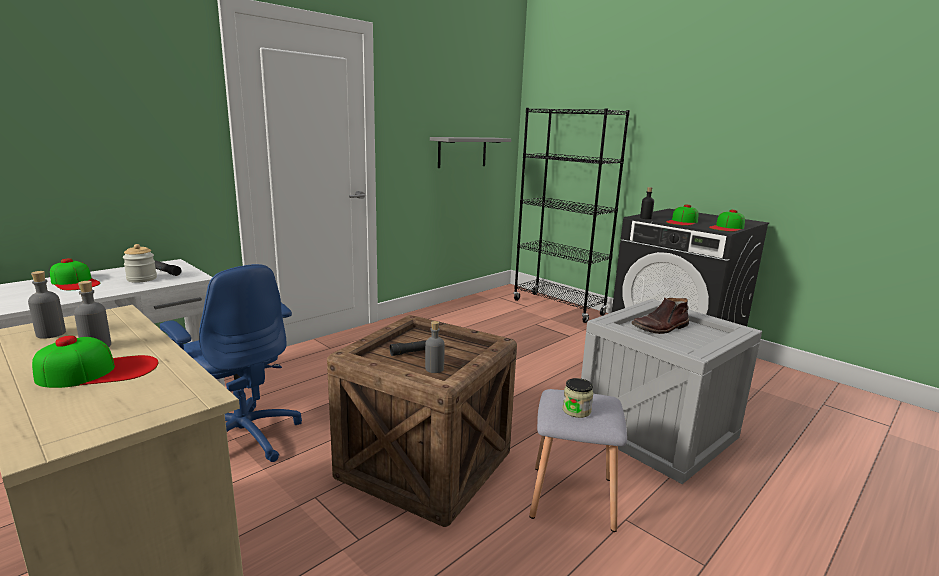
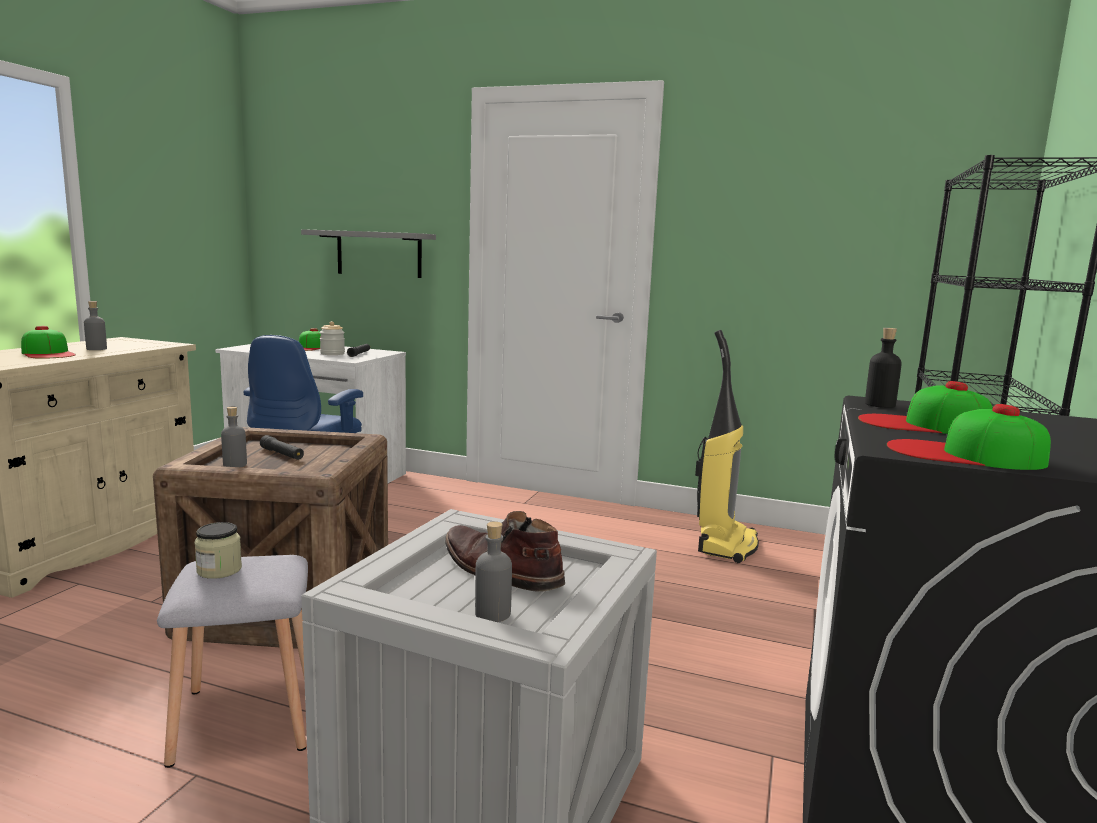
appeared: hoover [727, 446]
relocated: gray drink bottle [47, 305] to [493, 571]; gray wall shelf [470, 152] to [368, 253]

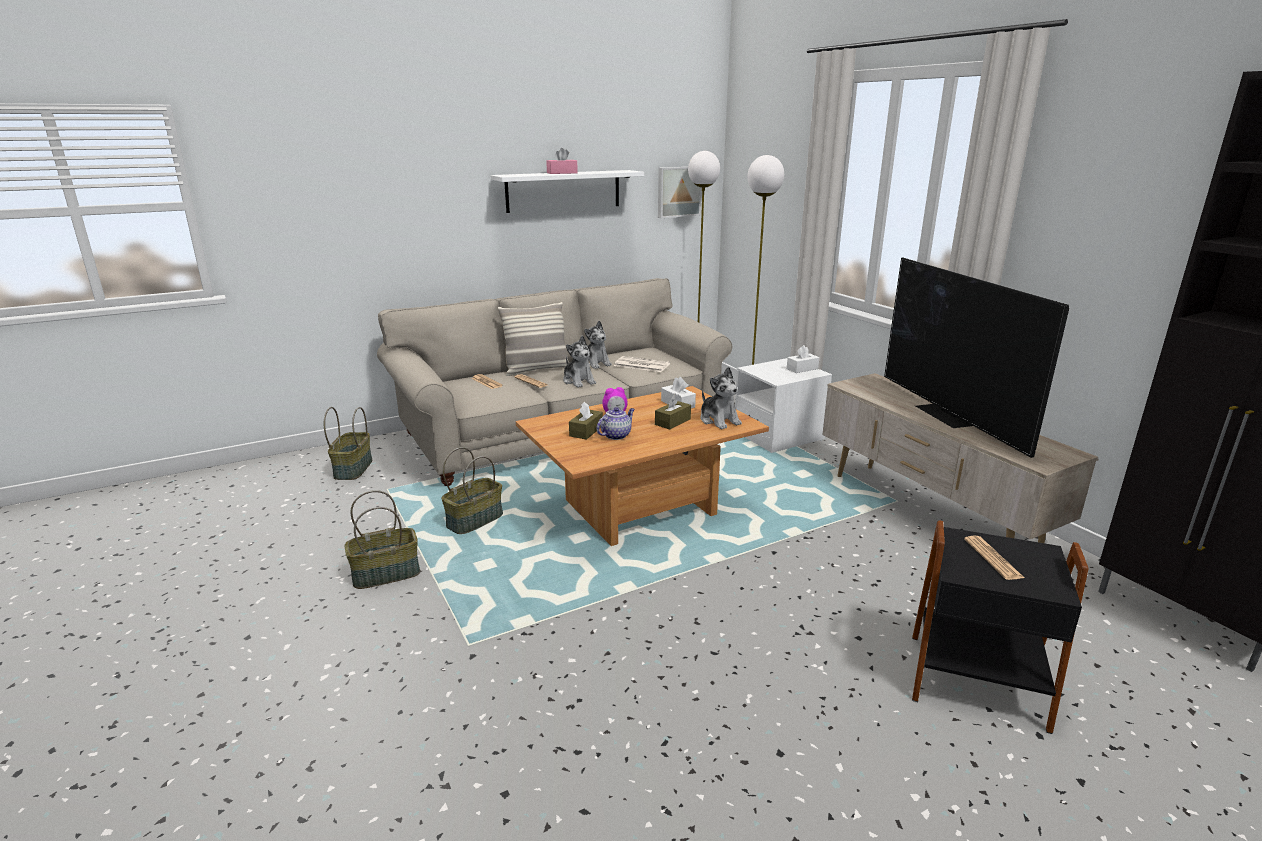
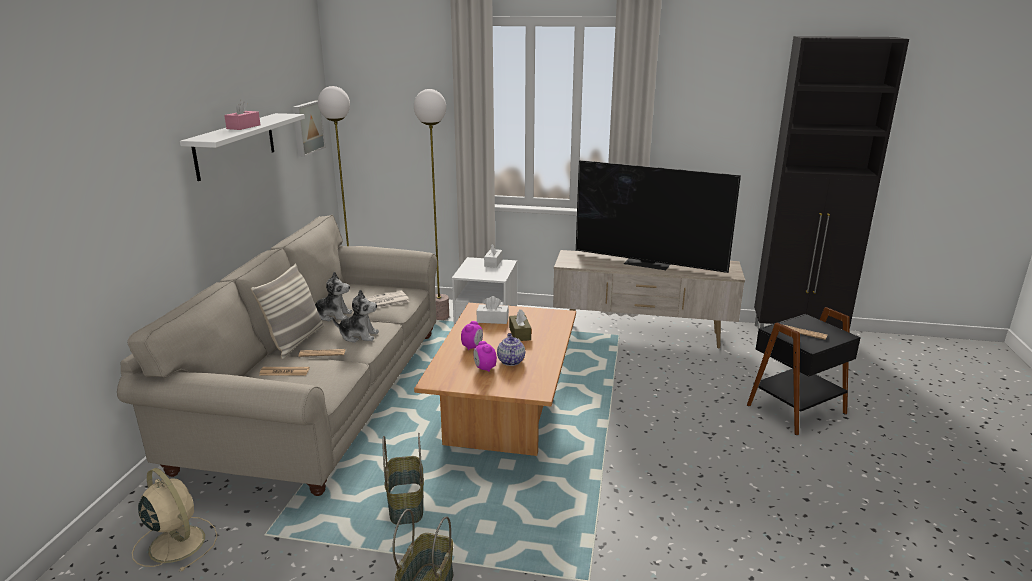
missing: plush toy [721, 398]
exchanged: storage basket [348, 443] to beige cooling fan [175, 519]; brown tissue box [586, 421] to bedside clock [485, 356]

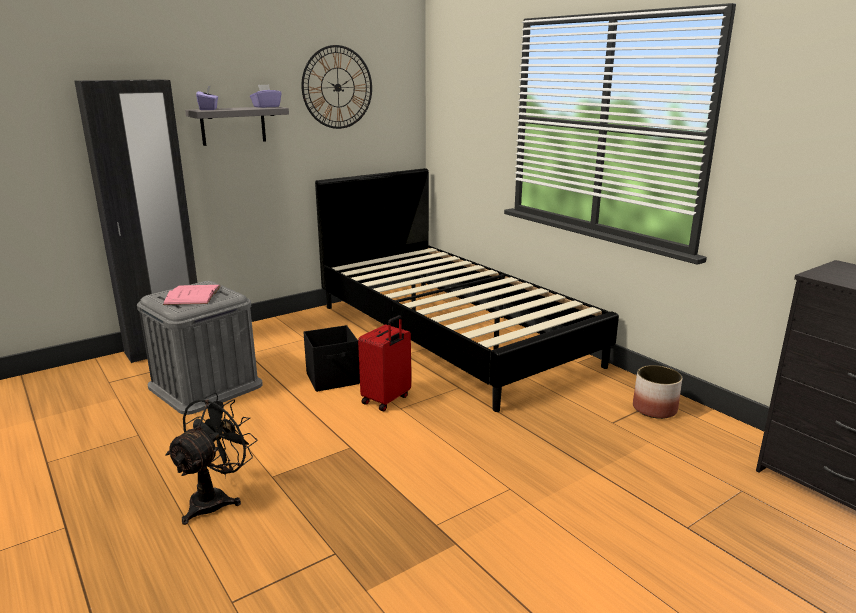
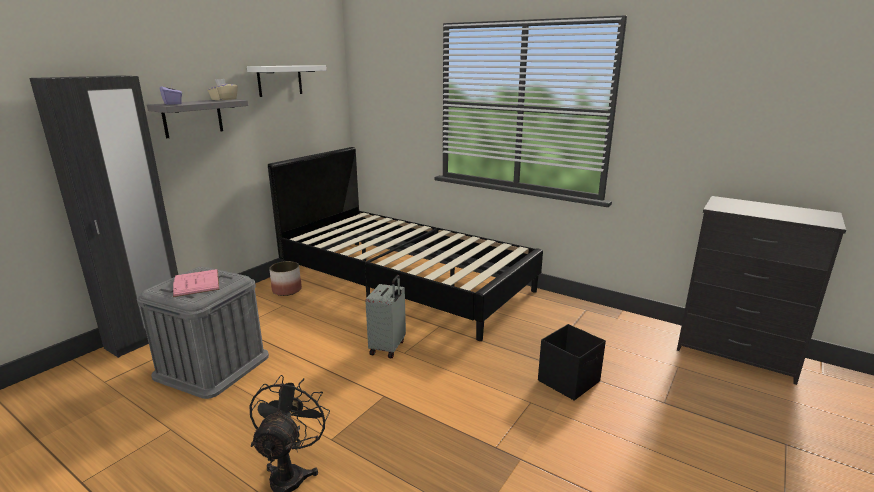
relocated: black-coloured storage bin [332, 358] to [572, 362]; plant pot [657, 392] to [285, 278]
exchanged: clock on the wall [336, 87] to white-coloured wall shelf [286, 81]
colour: purple tissue box [266, 96] to beige tissue box [222, 89]; red piece of luggage [384, 363] to gray piece of luggage [385, 316]

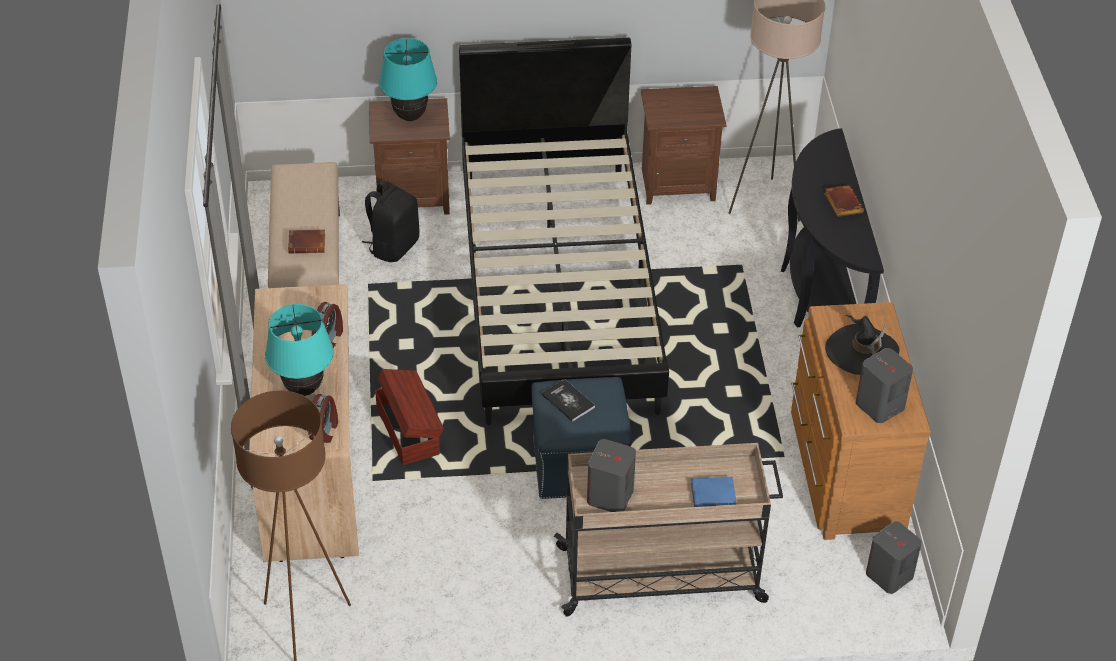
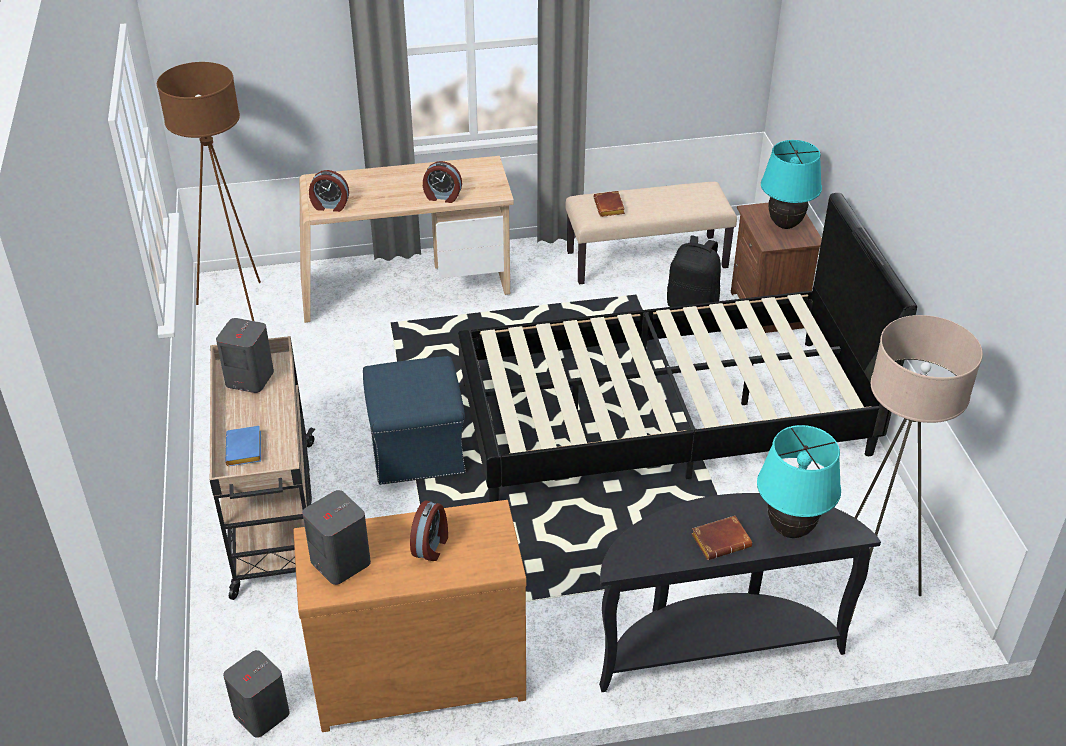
missing: brown storage bin [409, 417]; bound book [568, 400]; brown night table [684, 145]
relocated: turquoise lamp for a table [299, 350] to [799, 481]
exchanged: black-coloured hat [862, 345] to bedside clock [429, 530]

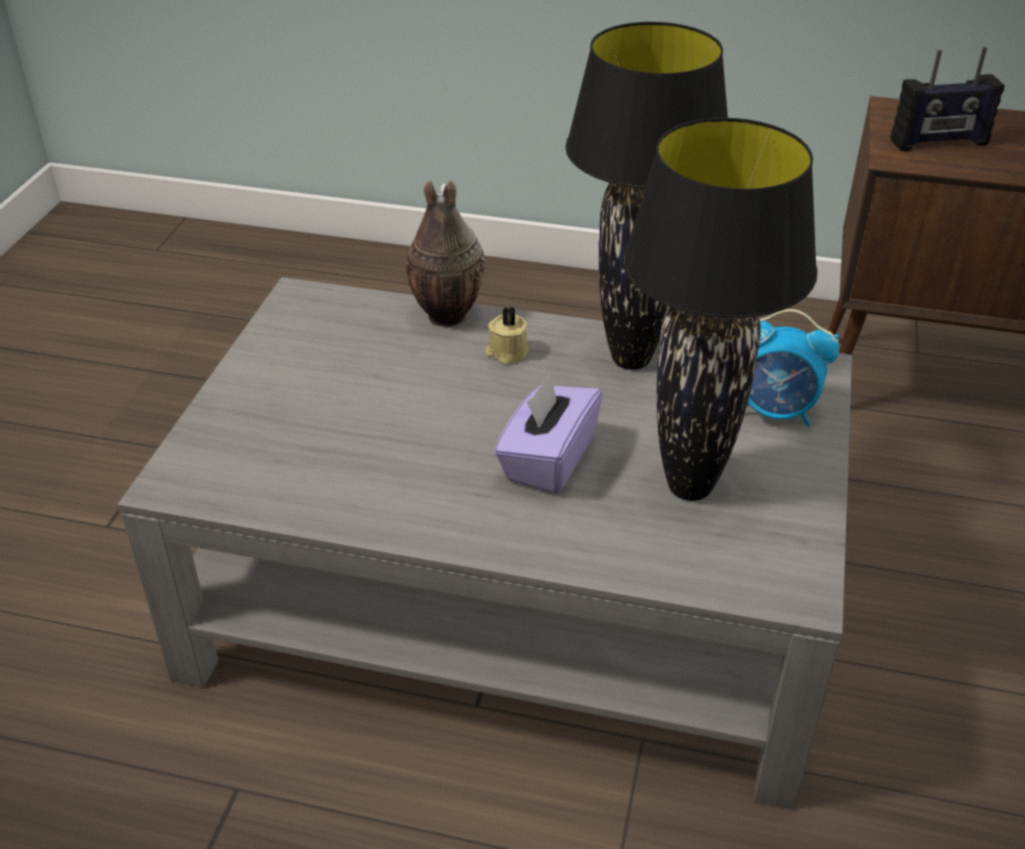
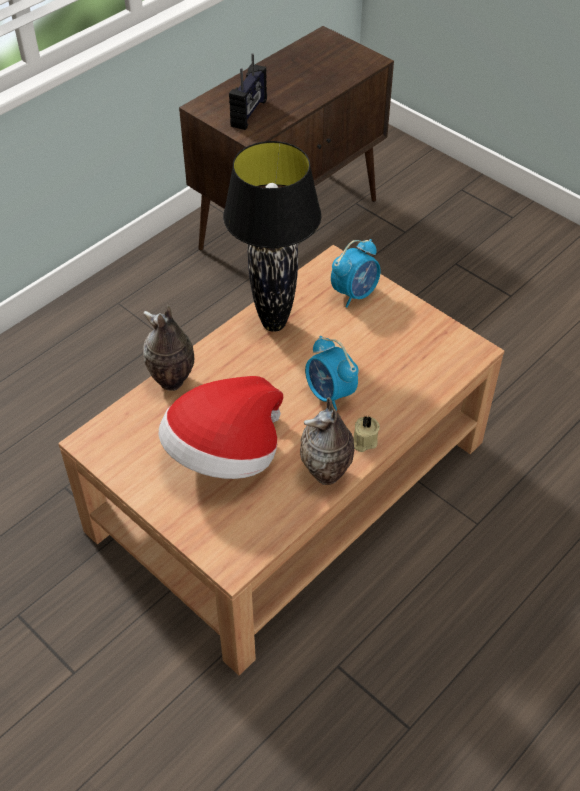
missing: black-coloured lamp for a table [720, 309]
appeared: hat [221, 427]; vase [327, 441]
relocated: beige wax candle [507, 335] to [366, 434]
exchanged: purple tissue box [548, 434] to bedside clock [332, 373]
colour: gray lounge table [485, 543] to brown lounge table [281, 460]

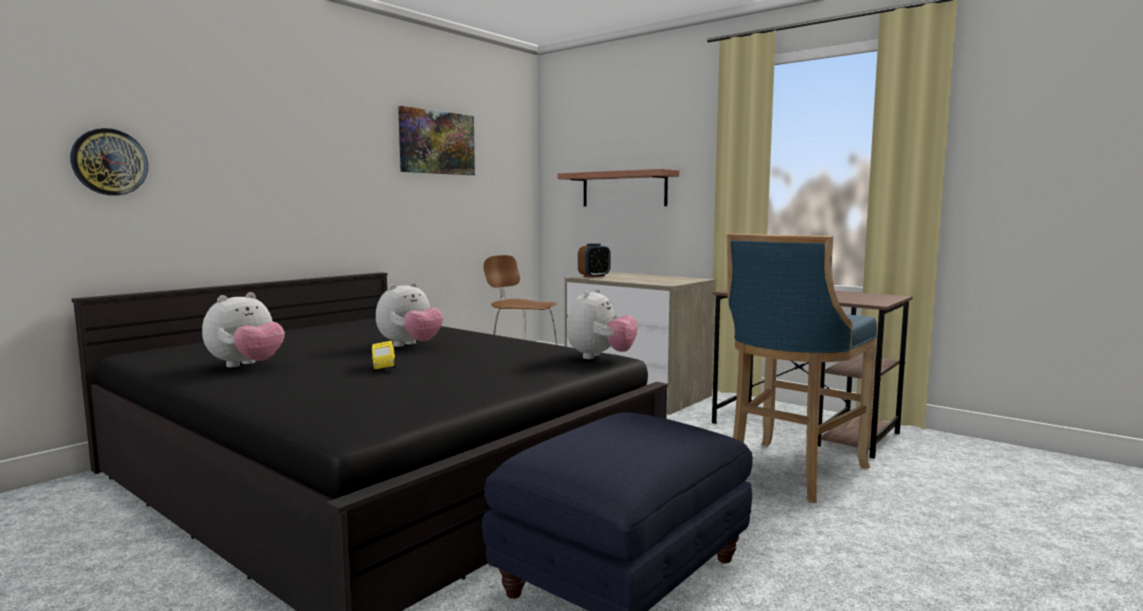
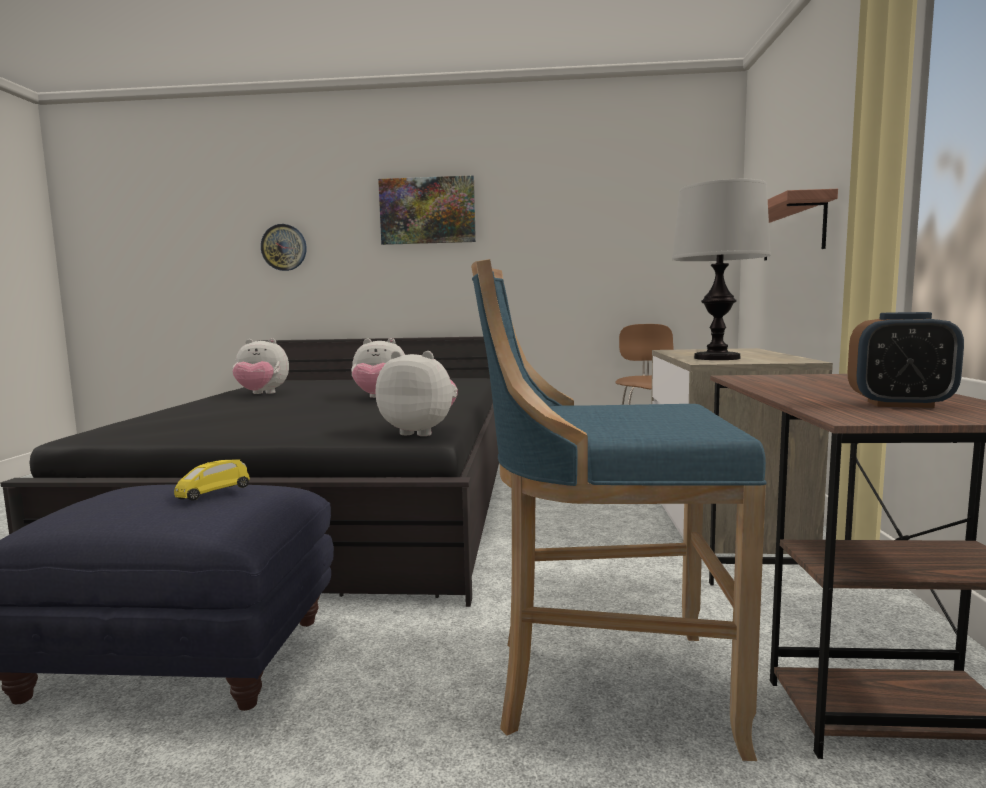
appeared: lamp for a table [721, 269]
relocated: yellow model car [384, 356] to [212, 480]; wall art [436, 140] to [427, 210]; bedside clock [594, 260] to [906, 360]
spun: plush toy [602, 323] = [417, 393] 150 degrees counterclockwise

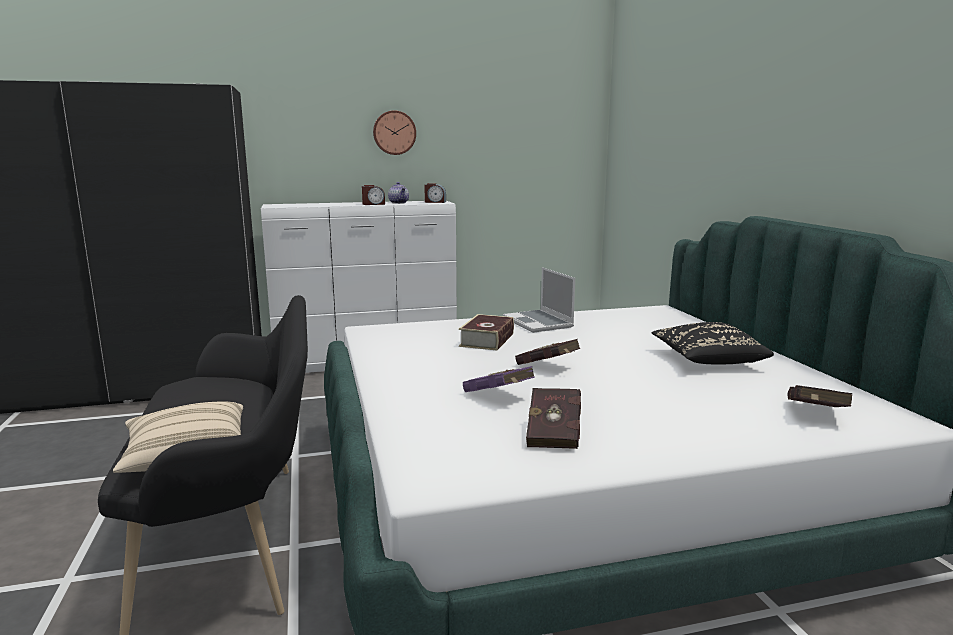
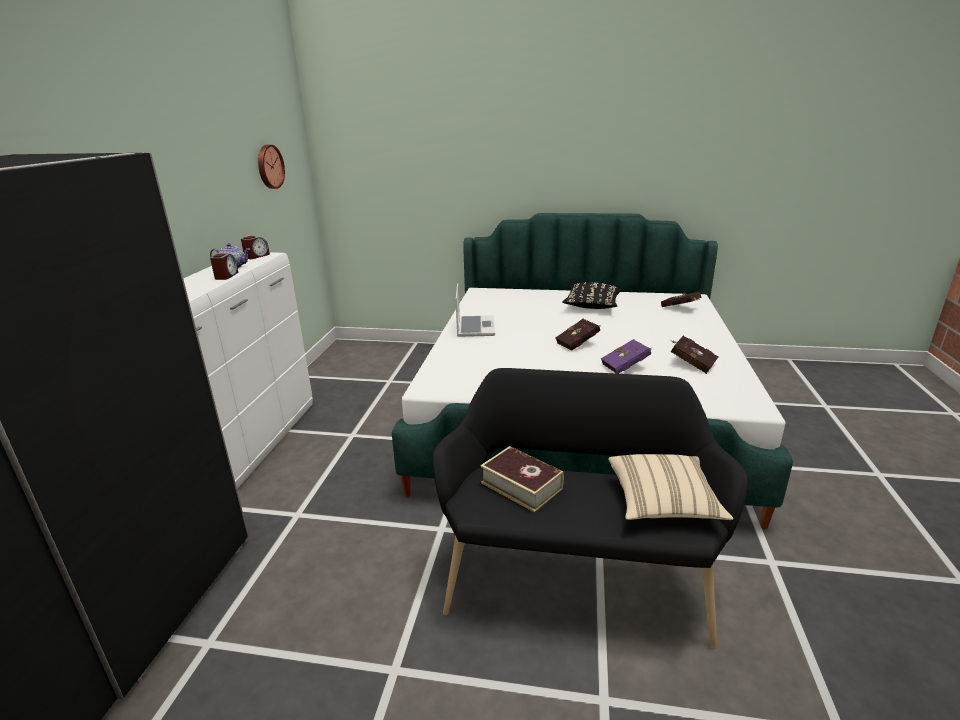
relocated: clock on the wall [394, 132] to [271, 167]; bound book [486, 332] to [522, 479]
spun: notebook computer [539, 300] = [475, 310] 90 degrees counterclockwise

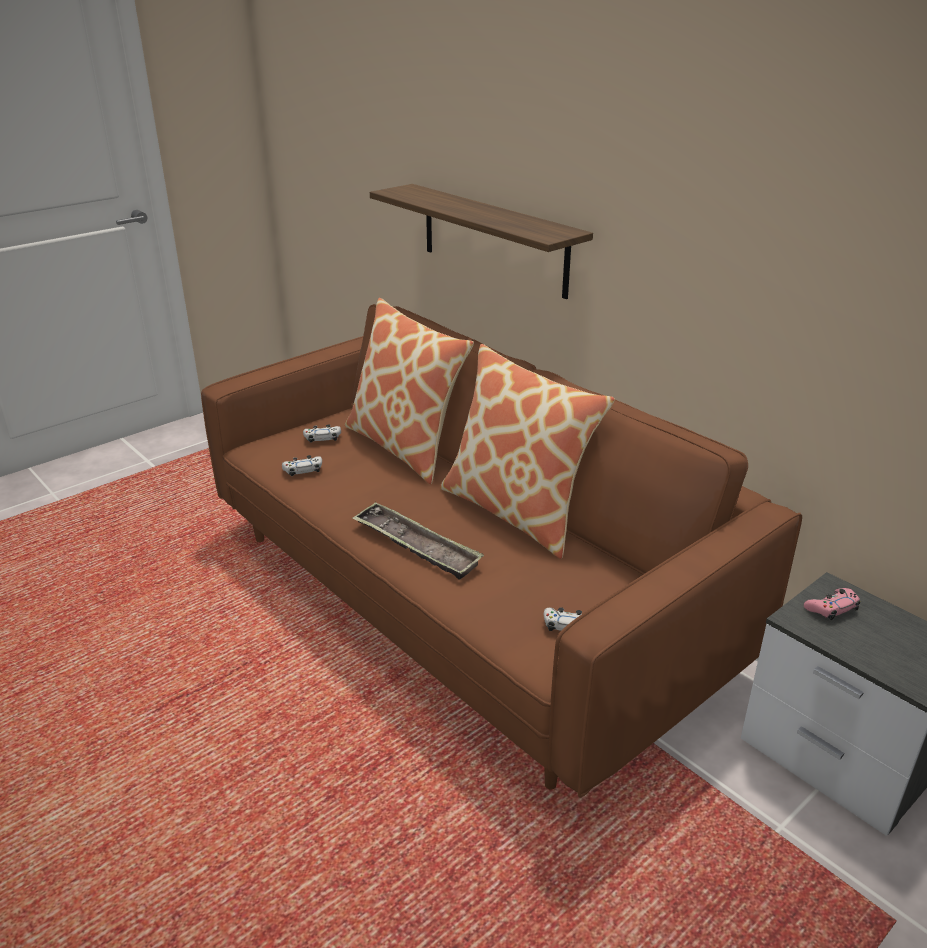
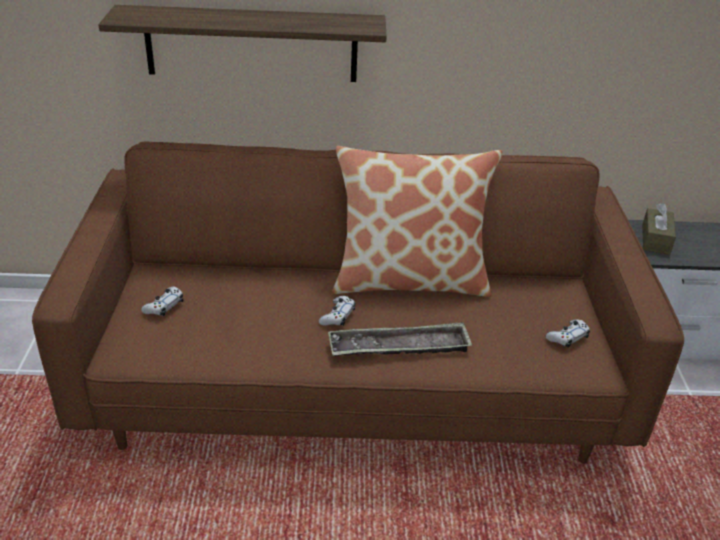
missing: throw pillow [409, 391]
relocated: white-coloured gamepad [302, 465] to [337, 311]
exchanged: pinkish gamepad [832, 604] to brown tissue box [659, 229]

